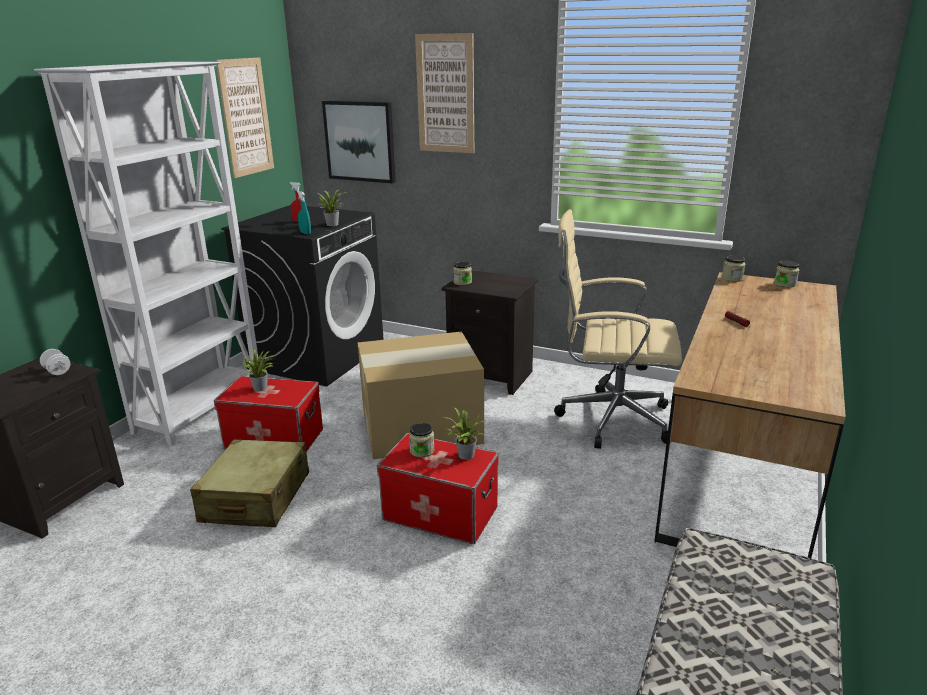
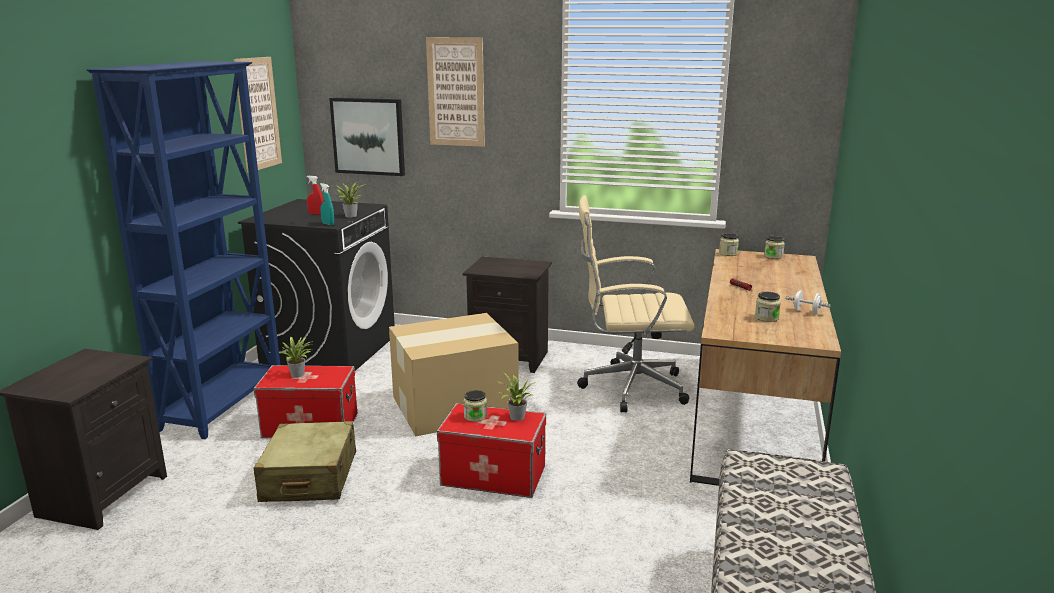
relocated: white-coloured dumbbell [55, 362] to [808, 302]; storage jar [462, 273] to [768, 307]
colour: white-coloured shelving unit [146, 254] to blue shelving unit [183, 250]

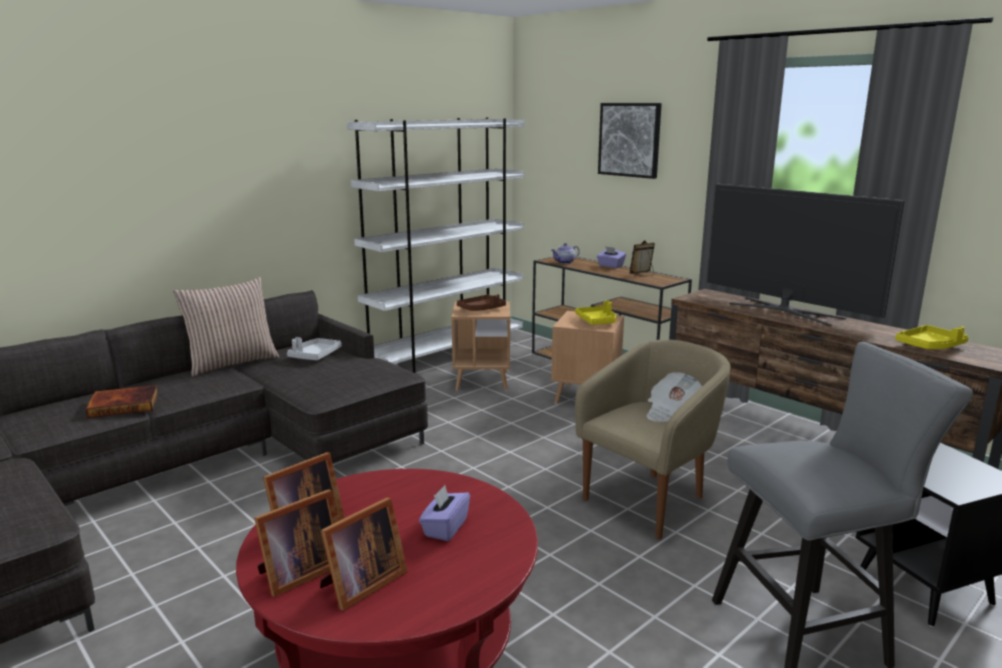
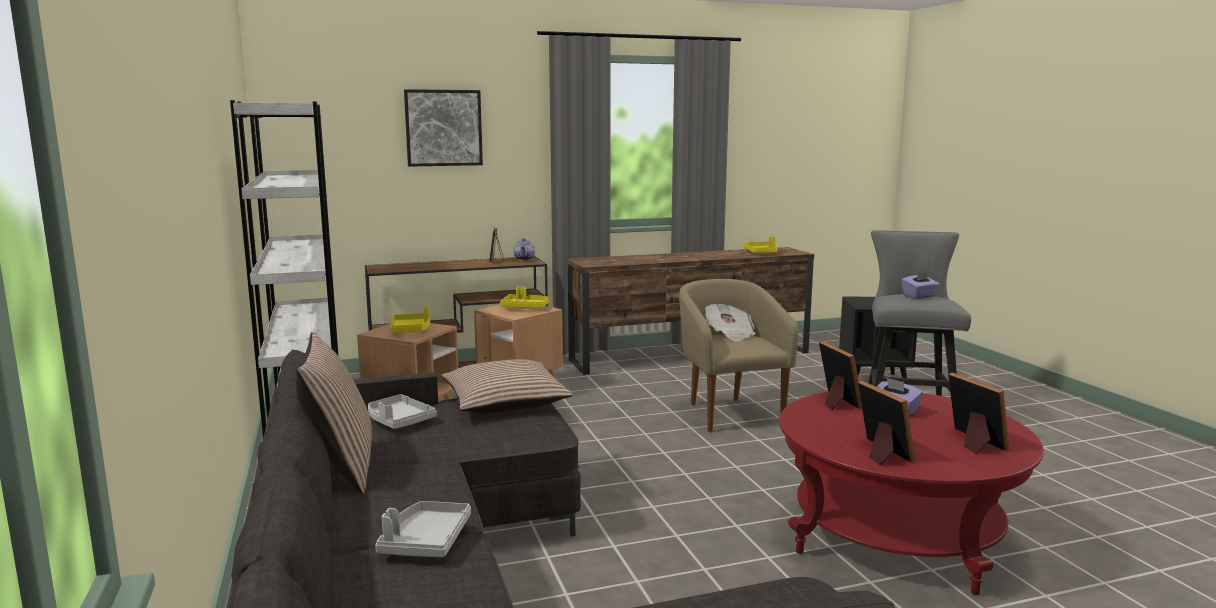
missing: TV [805, 255]
appeared: throw pillow [507, 386]
relocated: photo frame [296, 543] to [840, 375]; tea pot [565, 253] to [524, 249]; purple tissue box [611, 257] to [920, 285]
exchanged: bound book [122, 401] to gray carrying tray [423, 529]
colour: brown carrying tray [481, 302] to yellow carrying tray [410, 320]

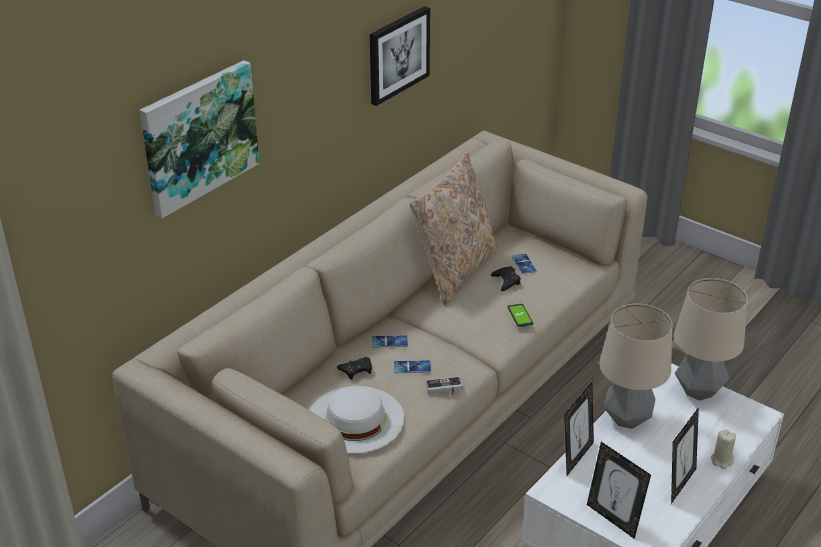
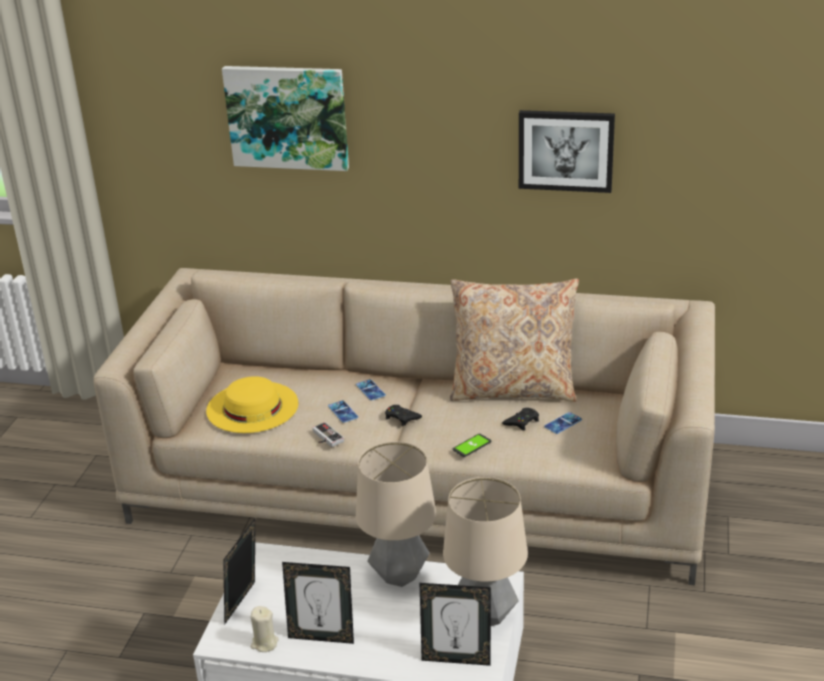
relocated: black-coloured gamepad [354, 368] to [403, 415]; photo frame [579, 429] to [455, 624]; beige wax candle [723, 449] to [264, 629]
colour: white-coloured hat [356, 420] to yellow hat [252, 404]

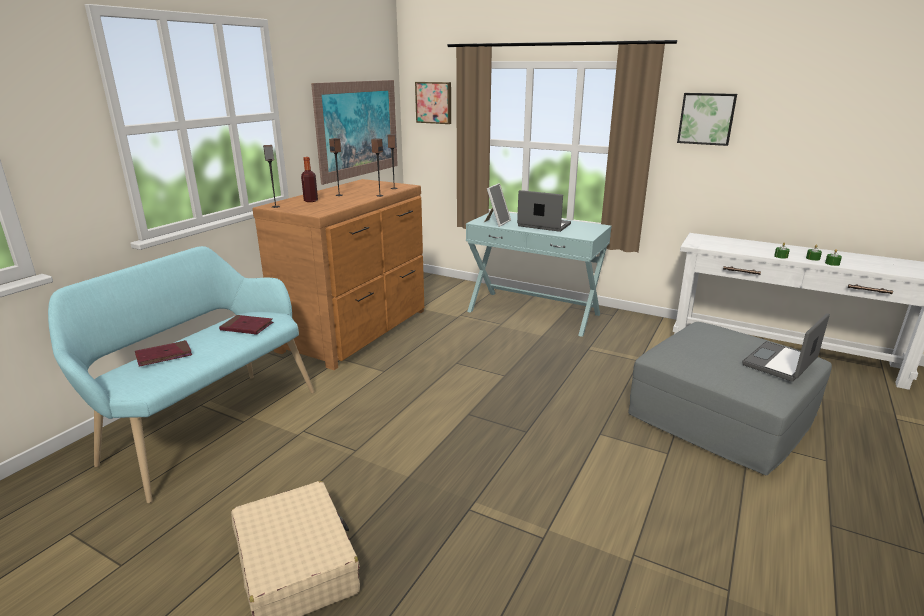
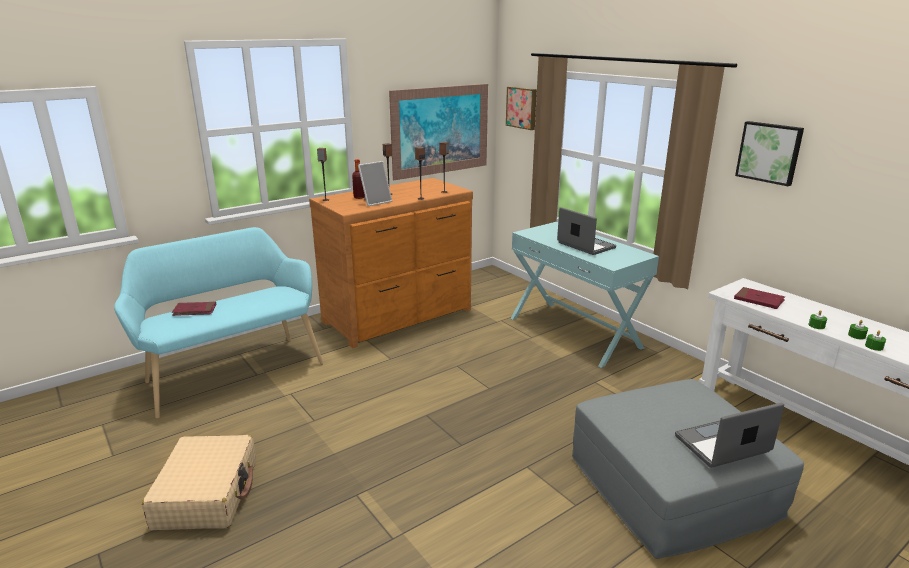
relocated: red bound book [246, 324] to [759, 298]; photo frame [497, 205] to [375, 183]

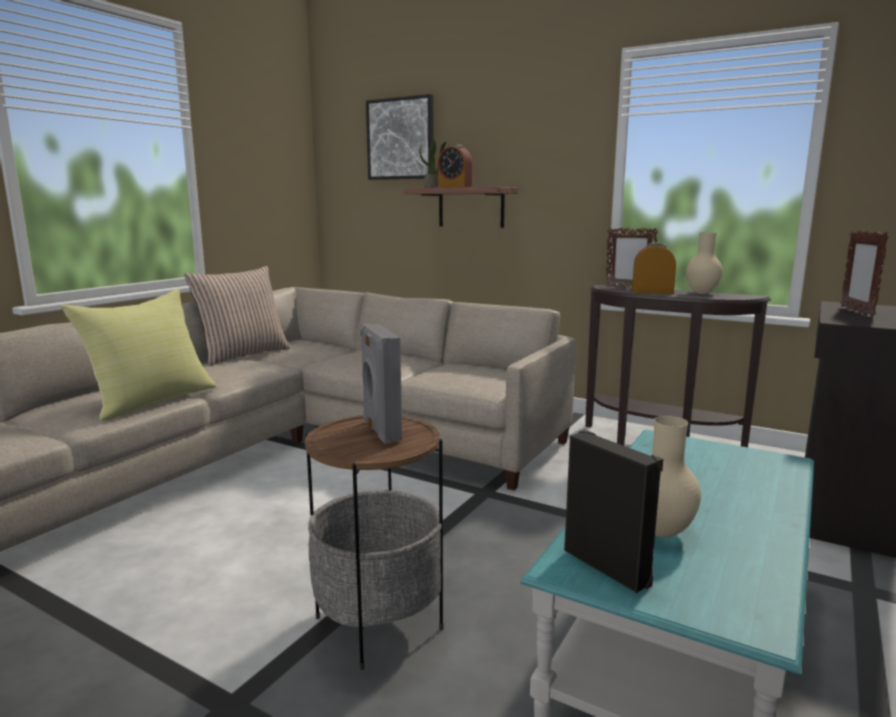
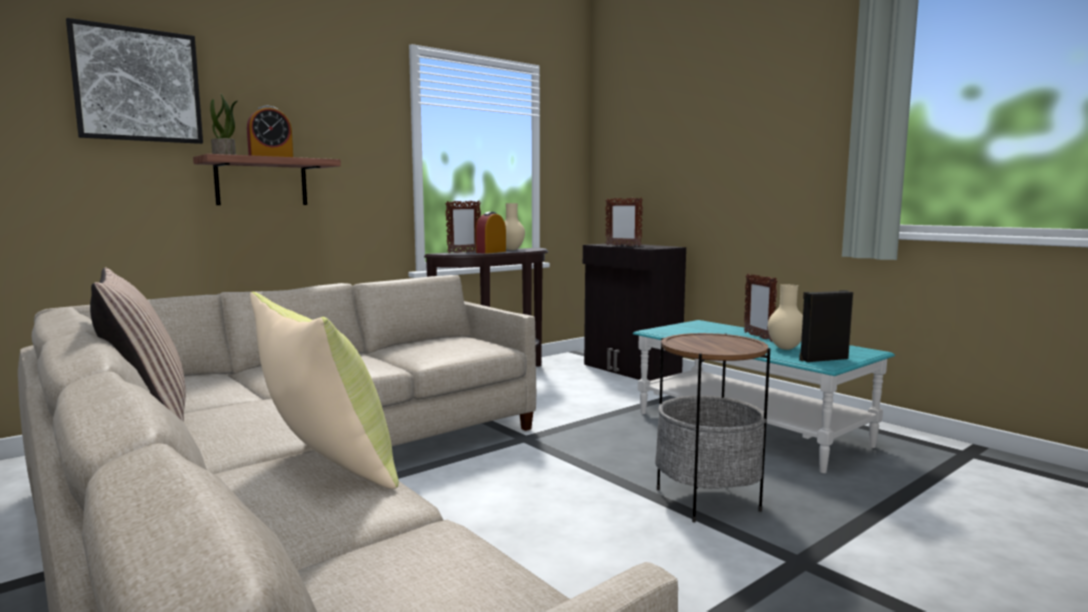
missing: gray loudspeaker [381, 384]
appeared: photo frame [760, 308]

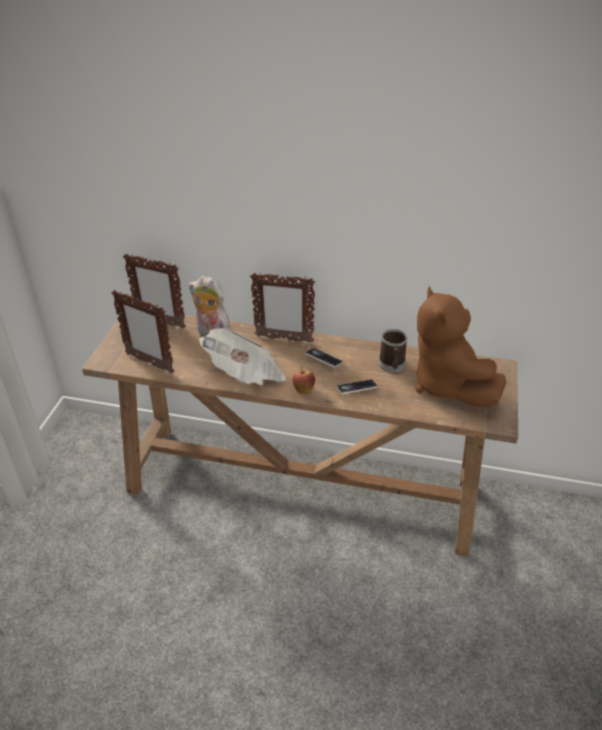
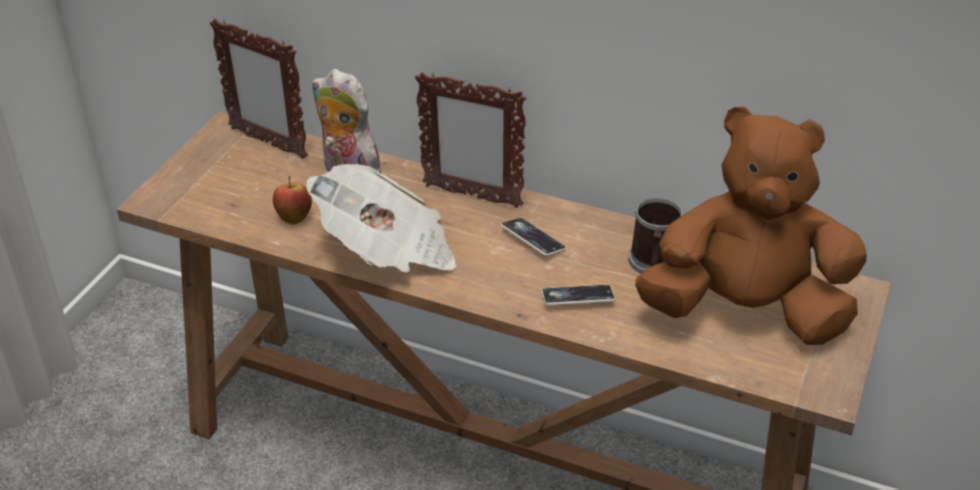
missing: photo frame [142, 331]
relocated: apple [303, 381] to [292, 200]
spun: brown plush toy [461, 346] = [751, 225] 105 degrees clockwise

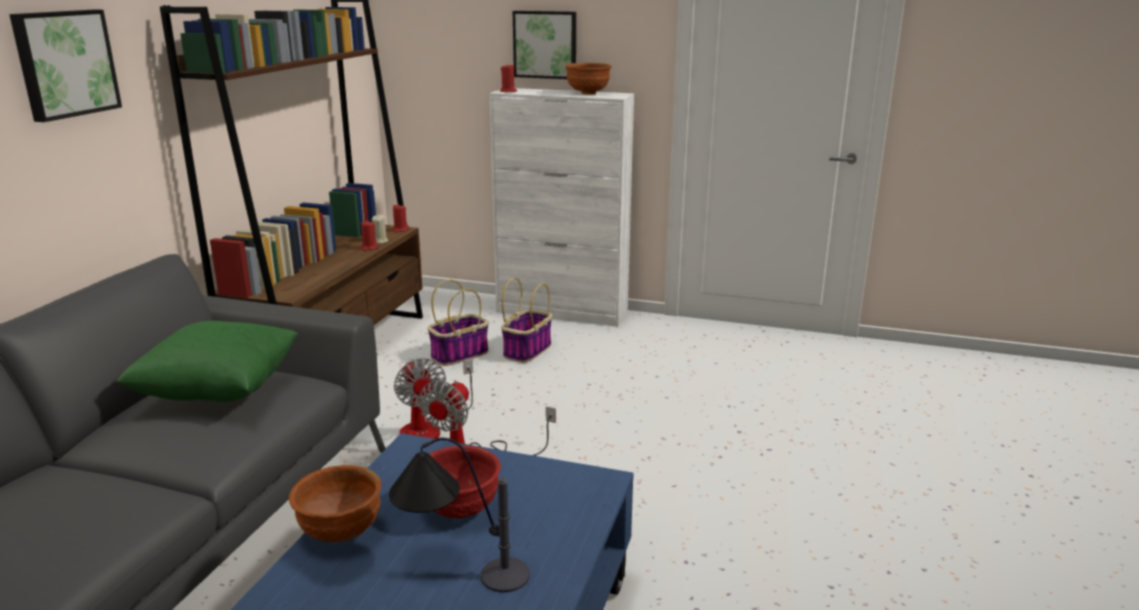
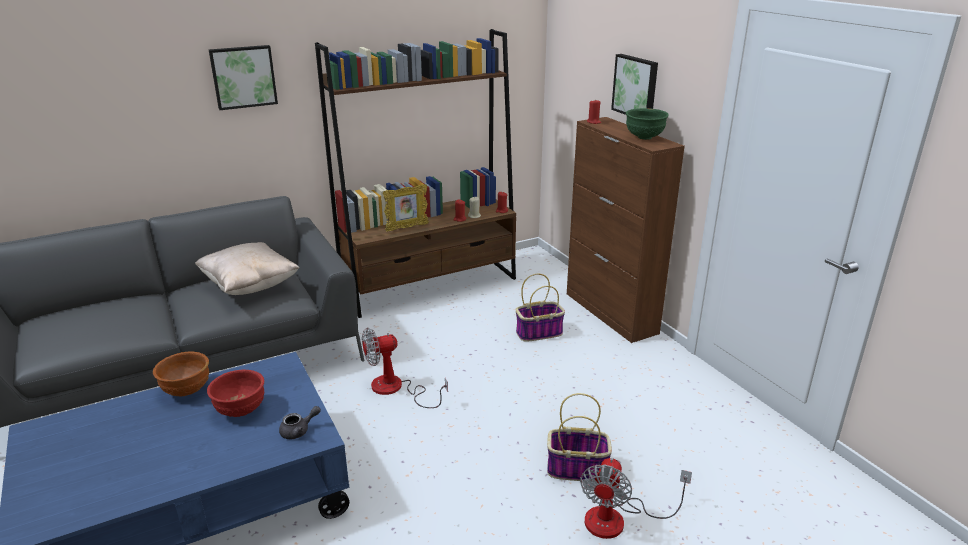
missing: lamp for a table [459, 514]
appeared: gray tea pot [300, 422]; photo frame [406, 208]
relocated: cooling fan [433, 398] to [636, 498]; storage basket [458, 323] to [579, 437]
colour: greenish throw pillow [207, 361] to beige throw pillow [247, 268]; white-coloured cabinet [561, 207] to brown cabinet [626, 230]; brown bowl [588, 79] to greenish bowl [647, 124]

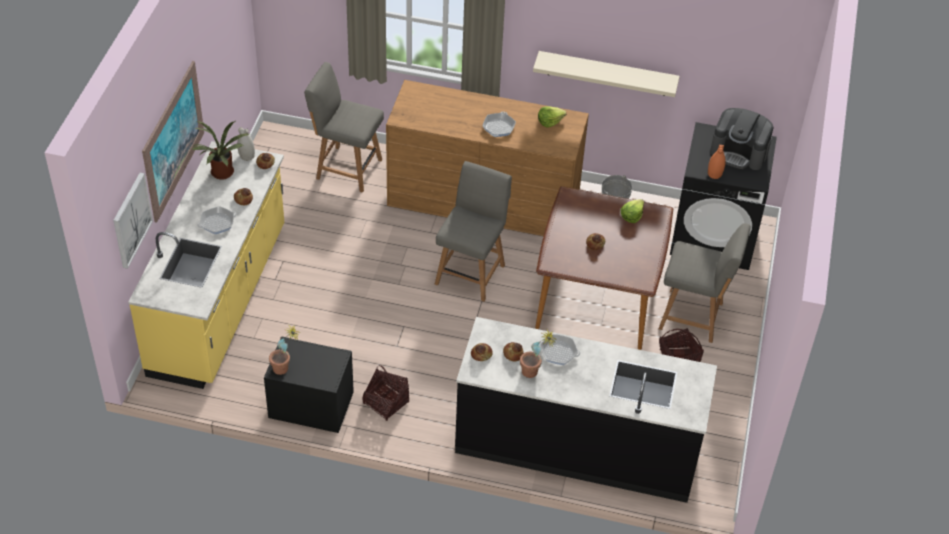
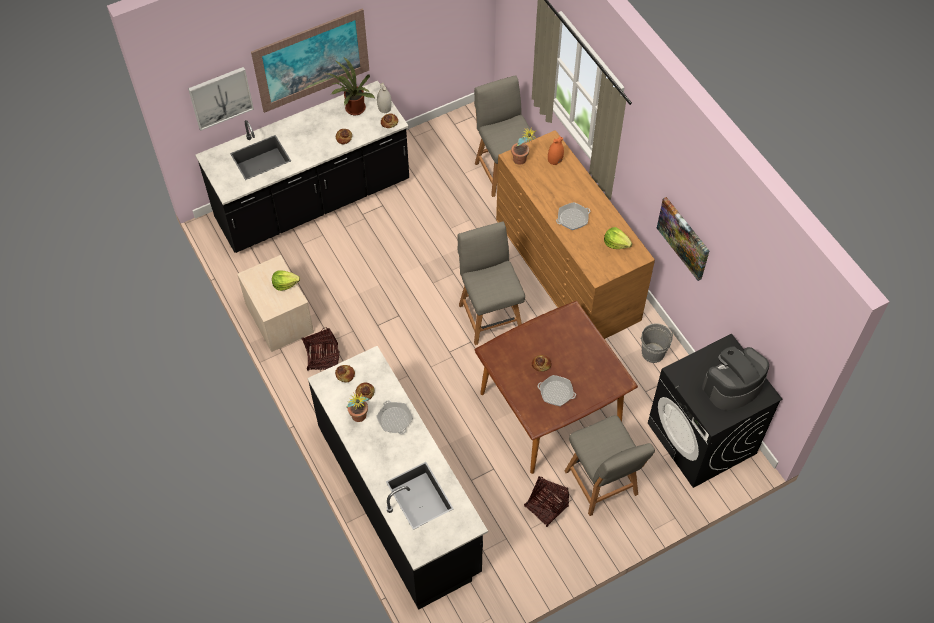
relocated: frying pan [217, 220] to [557, 390]; houseplant [284, 349] to [524, 147]; lettuce head [632, 211] to [286, 280]; orange vase [717, 162] to [556, 150]
exchanged: beige wall shelf [606, 74] to wall art [683, 239]
colour: yellow kitchen base unit [206, 265] to black-coloured kitchen base unit [302, 167]; black-coloured night table [309, 385] to beige night table [275, 303]
spun: gray chair [473, 231] = [491, 283] 90 degrees counterclockwise; coffee brewer [741, 139] = [735, 378] 75 degrees clockwise

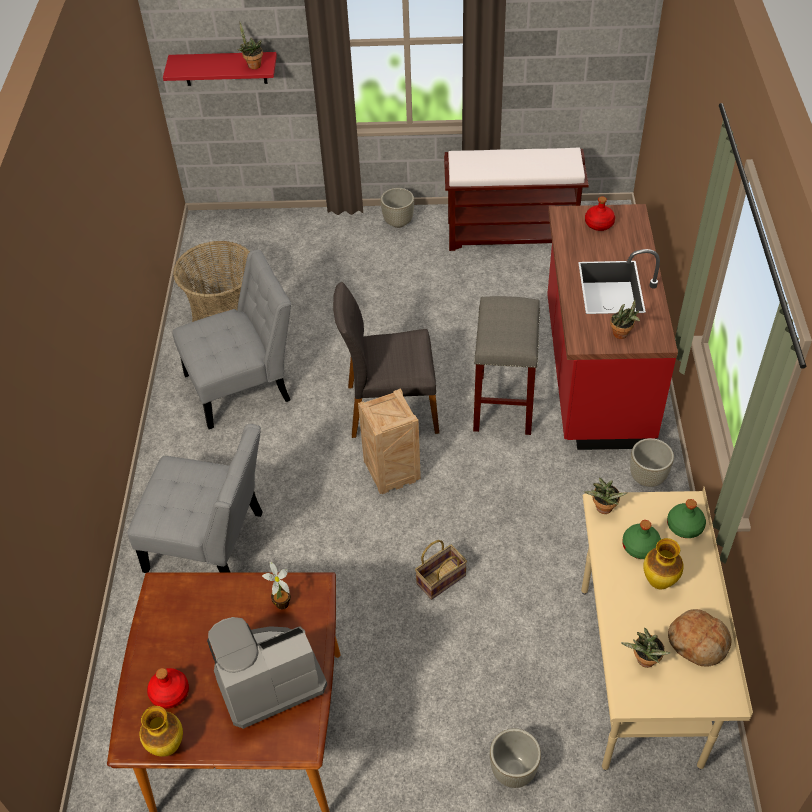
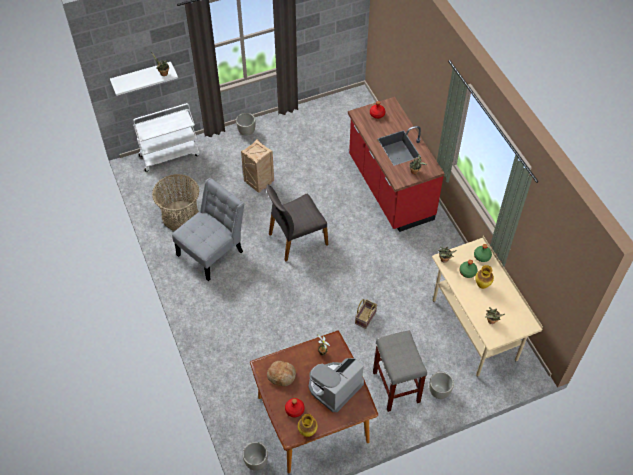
missing: gray chair [195, 498]; brown bench [516, 199]
appeared: white-coloured cart [166, 137]
relocated: packing crate [389, 441] to [257, 166]; gray stool seat [506, 365] to [400, 371]; gray plant pot [652, 462] to [255, 456]; bread [700, 638] to [281, 373]
colour: red wall shelf [220, 69] to white-coloured wall shelf [144, 79]

